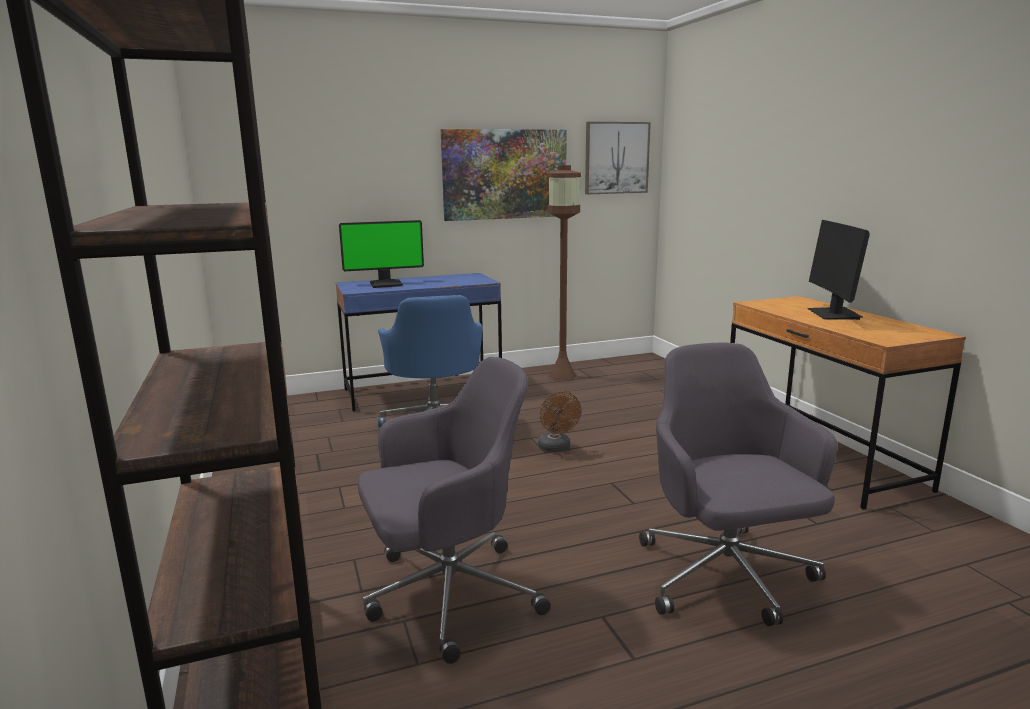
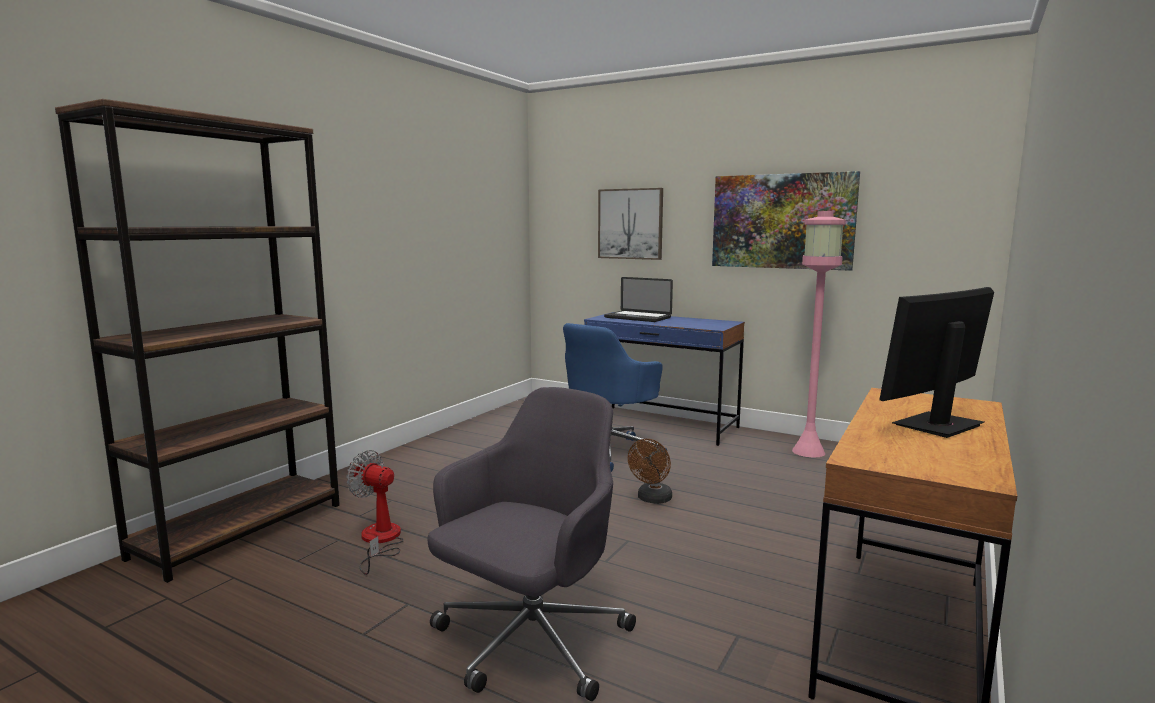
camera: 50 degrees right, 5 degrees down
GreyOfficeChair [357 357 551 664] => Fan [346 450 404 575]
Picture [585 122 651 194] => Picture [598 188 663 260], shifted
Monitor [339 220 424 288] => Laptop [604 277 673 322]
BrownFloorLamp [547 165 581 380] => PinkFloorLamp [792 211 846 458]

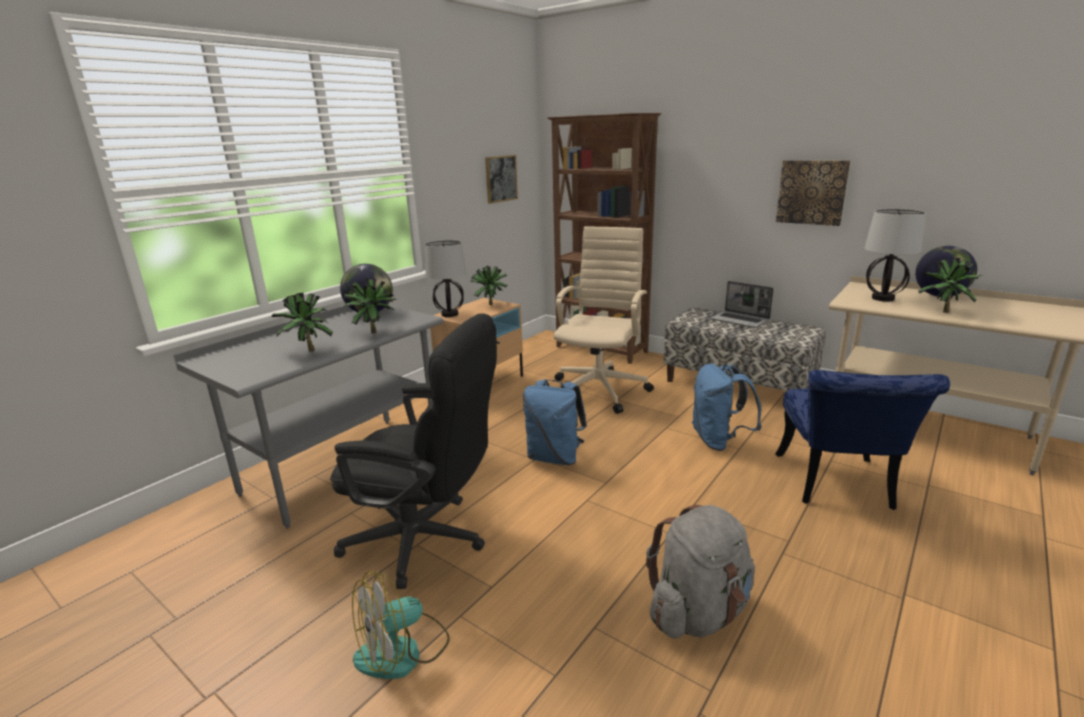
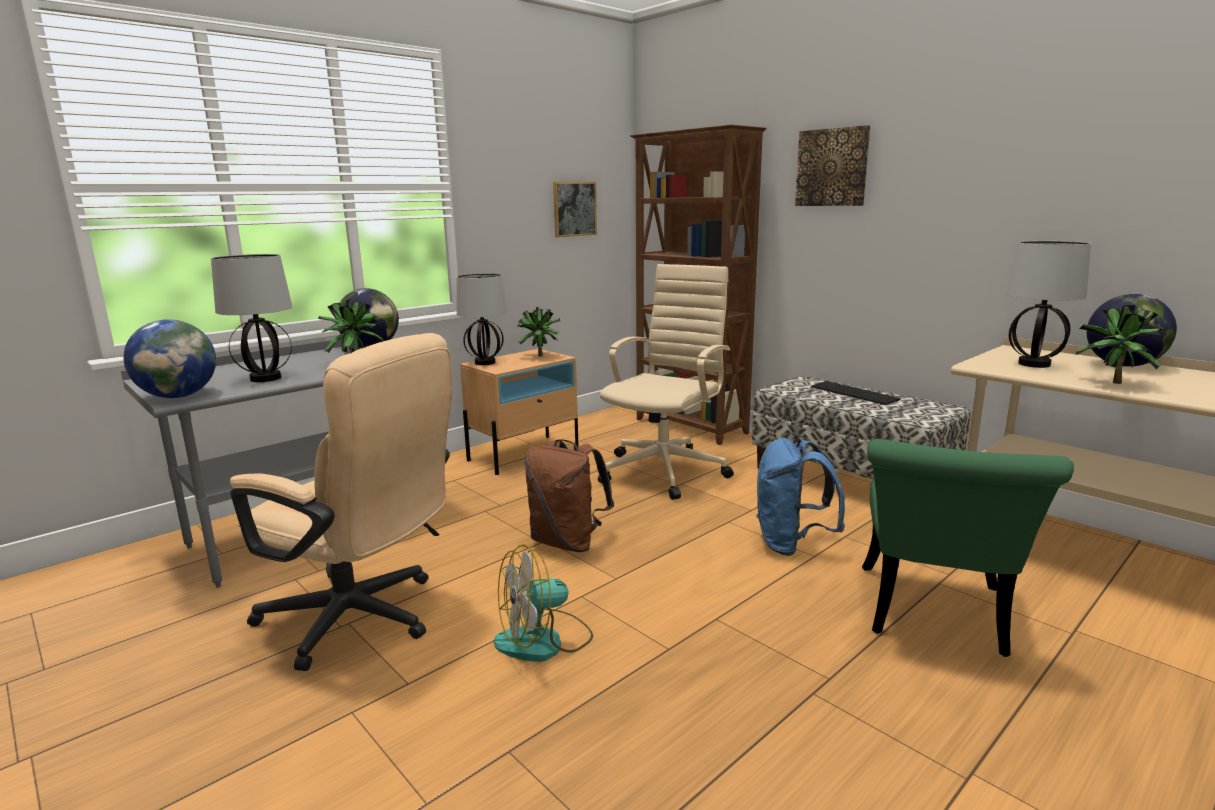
camera: 10 degrees right, 5 degrees down
nothing => Globe [123 319 216 398]
PottedPlant [271 293 333 352] => TableLamp [211 254 292 382]
BlackOfficeChair [330 313 497 589] => BeigeOfficeChair [230 333 453 671]
Fan [352 571 450 679] => Fan [494 544 593 662], shifted
BlueBackpack [523 379 587 465] => BrownBackpack [525 439 614 552]
Picture [776 160 850 226] => Picture [795 125 870 206], shifted
Laptop [710 281 774 328] => Keyboard [811 381 901 405]
BlueChair [776 370 950 510] => GreenChair [862 439 1074 657]
GreyBackpack [646 505 755 639] => nothing

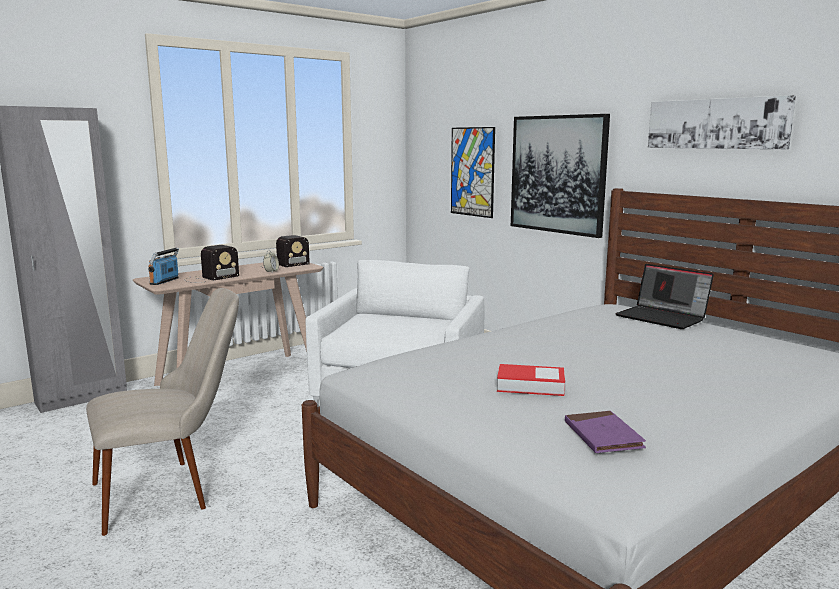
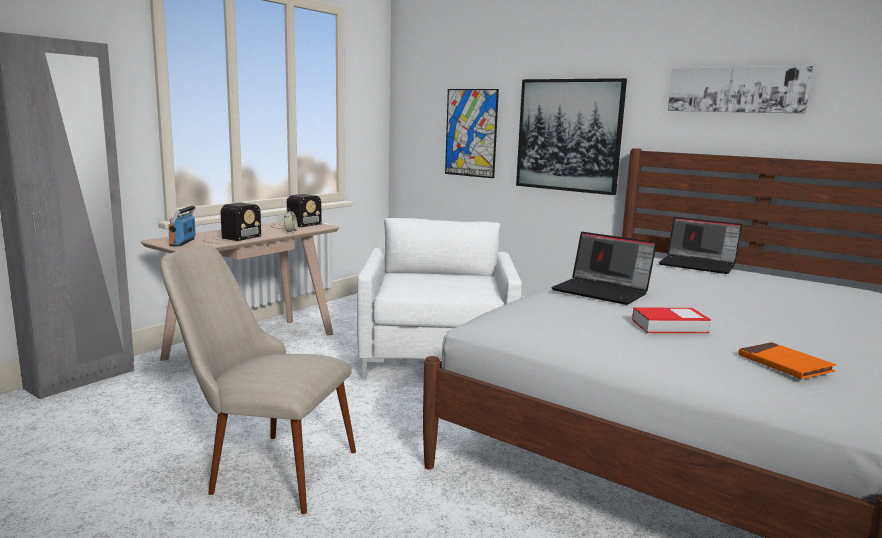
camera: 15 degrees left, 0 degrees up
BeigeChair [86 288 239 536] => BeigeChair [160 245 356 514], 120 degrees counterclockwise
nothing => Laptop [551 232 657 305]
PurpleBook [565 411 646 453] => OrangeBook [738 342 836 379]

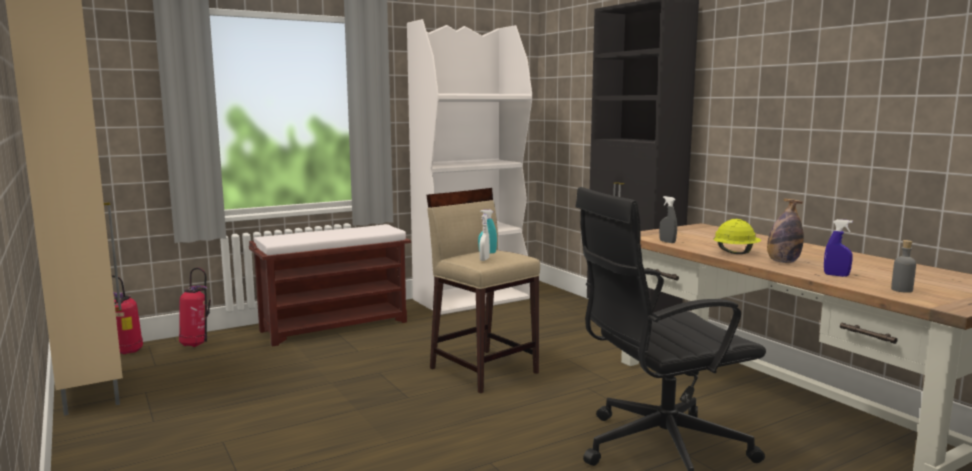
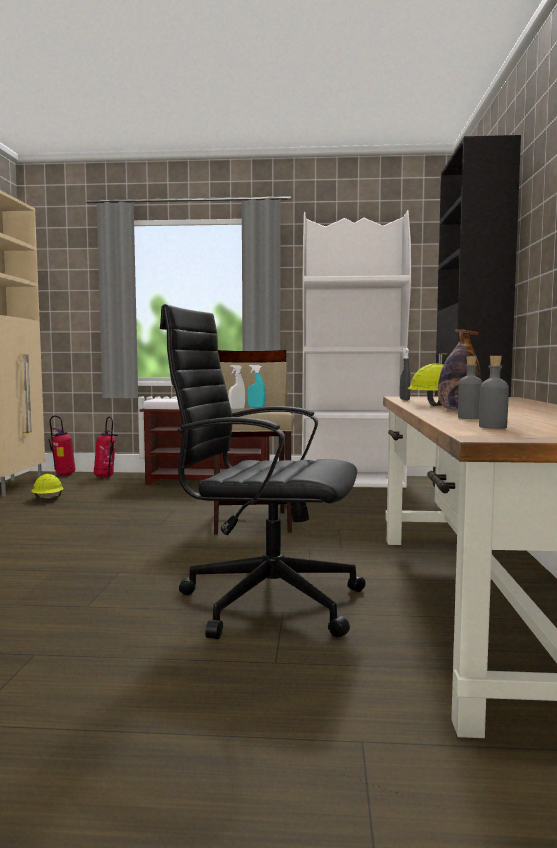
camera: 35 degrees right, 5 degrees down
nothing => YellowHardHat [31 474 64 499]
BlueSprayBottle [824 219 853 277] => GreyBottle [458 356 483 419]

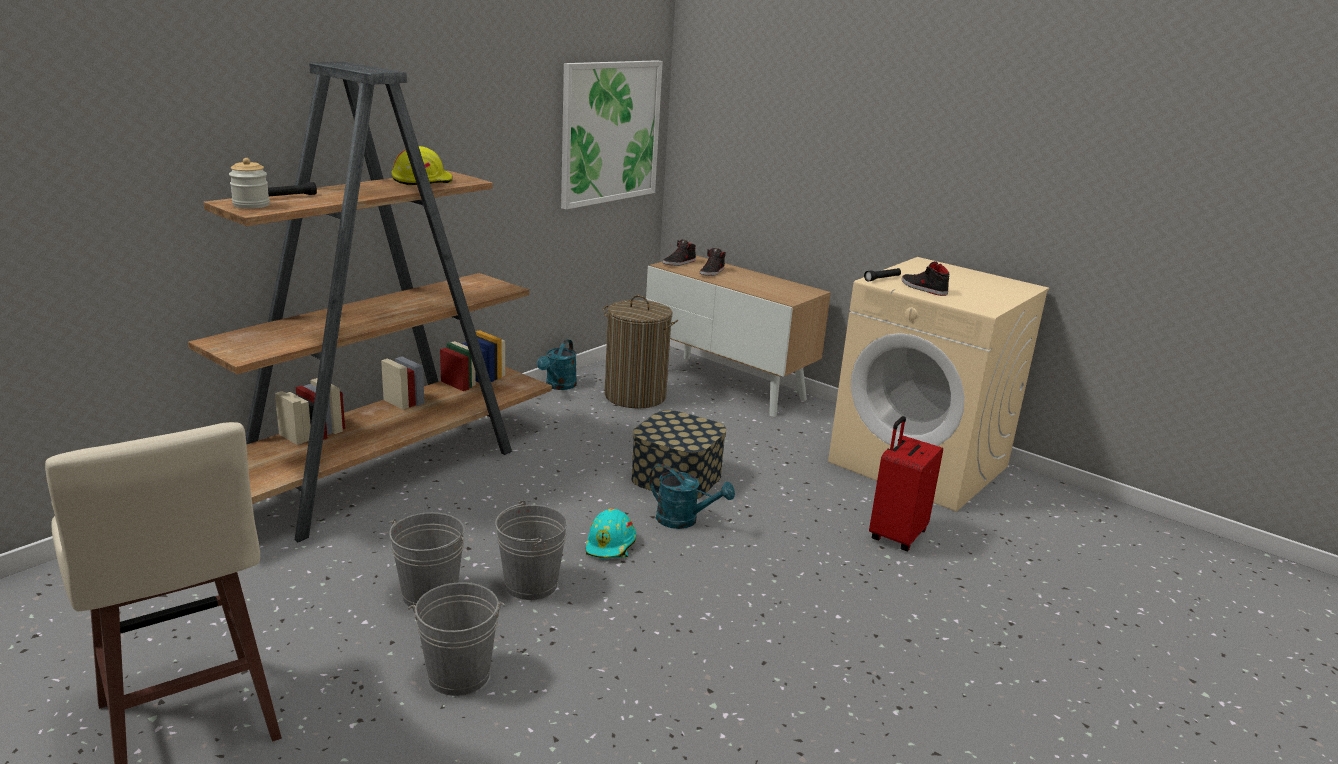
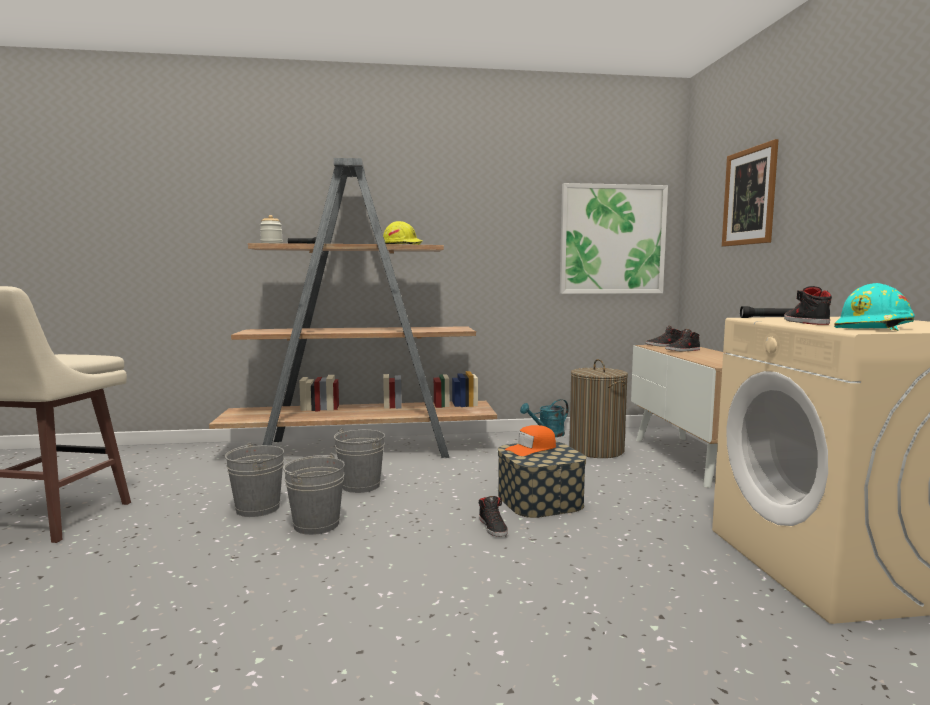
camera: 45 degrees right, 15 degrees down
GreyBucket [408 582 505 696] => GreyBucket [334 428 385 493], shifted
TurquoiseWateringCan [649 464 735 529] => BlackShoe [479 496 508 537]
nothing => OrangeCap [505 425 556 456]
nothing => Picture [722 139 778 247]
TurquoiseHardHat [586 508 636 559] => TurquoiseHardHat [834 283 915 331], shifted
RedSuitcase [869 416 943 551] => nothing

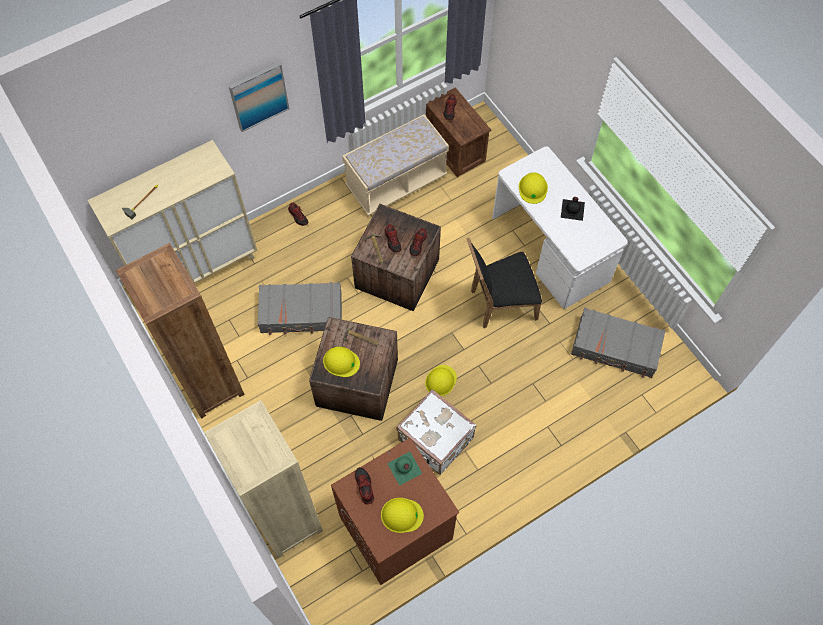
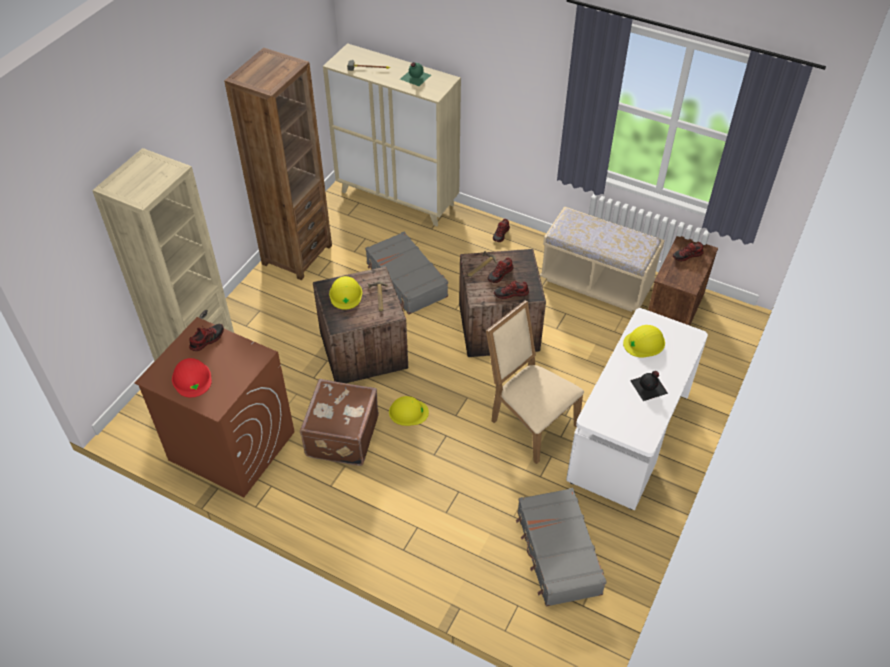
camera: 60 degrees right, 15 degrees down
YellowHardHat [381 498 424 533] => RedHardHat [172 358 212 397]
WhiteSuitcase [396 389 476 475] => BrownSuitcase [300 379 379 466]
GreenBottle [387 452 422 486] => GreenBottle [400 62 431 86], shifted
BlackChair [466 238 542 328] => BeigeChair [486 300 584 464]
Picture [229 62 289 132] => nothing

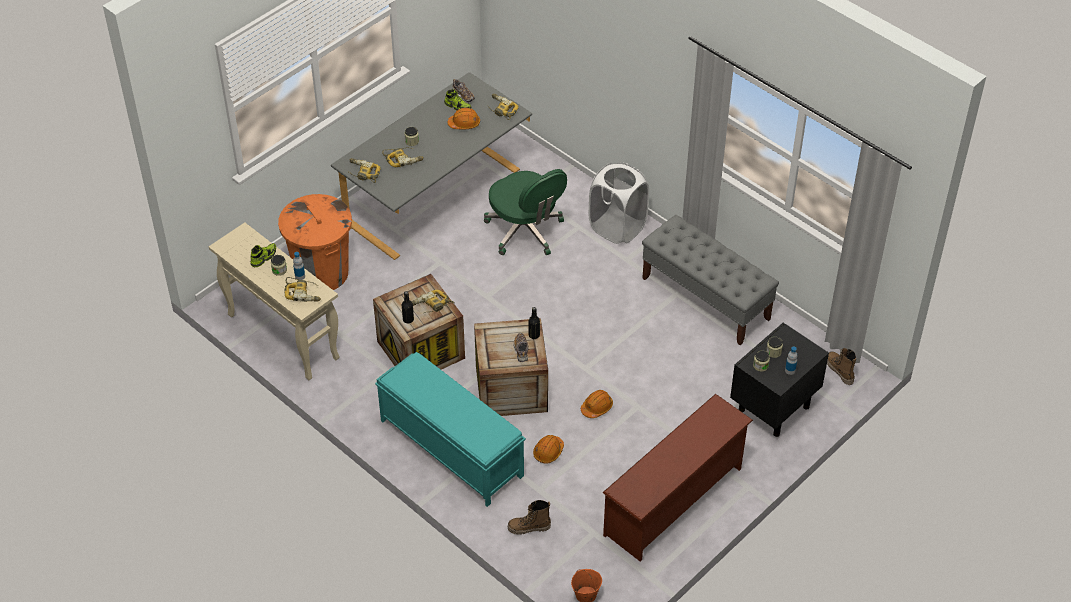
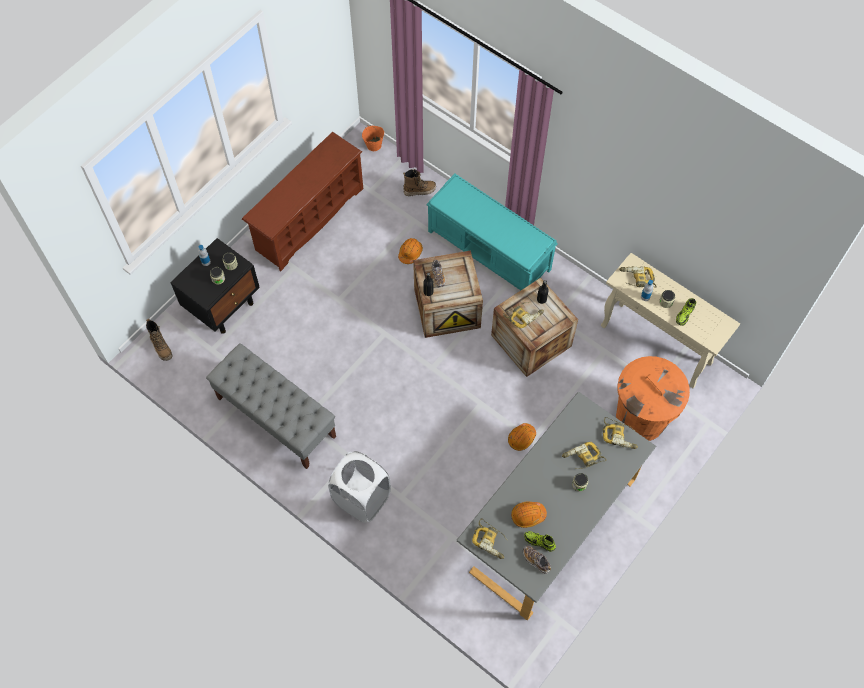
camera: 175 degrees right, 15 degrees up
OrangeHardHat [581 390 613 418] => OrangeHardHat [508 423 536 451], shifted
GreenOfficeChair [484 169 567 255] => nothing

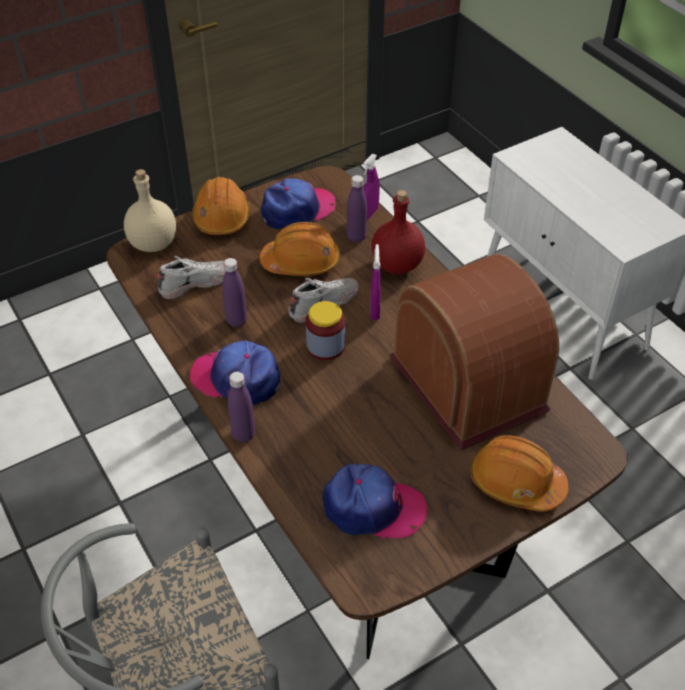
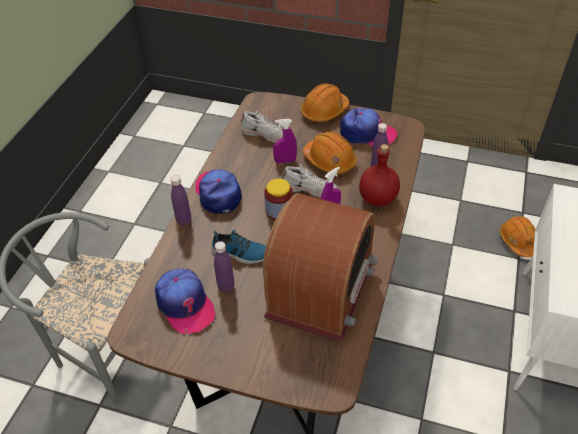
camera: 50 degrees right, 0 degrees up
nothing => Shoe [211 230 266 264]
PurpleBottle [222 258 247 327] => PurpleBottle [214 241 235 292], shifted
PurpleSprayBottle [363 154 380 220] => PurpleSprayBottle [273 119 297 164], shifted
OrangeHardHat [470 435 569 511] => OrangeHardHat [500 216 536 257], shifted
BeigeBottle [124 169 176 252] => nothing

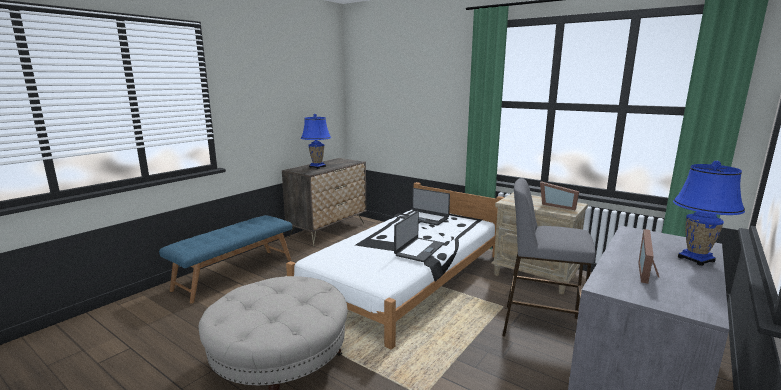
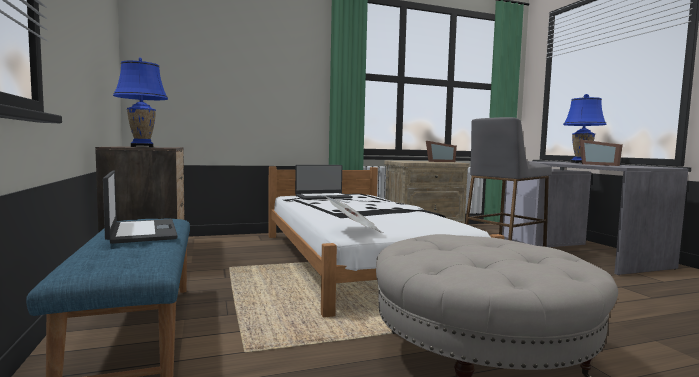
camera: 55 degrees left, 10 degrees down
Laptop [394 211 444 262] => Laptop [103 171 178 244], shifted
nothing => Newspaper [325 196 383 233]

